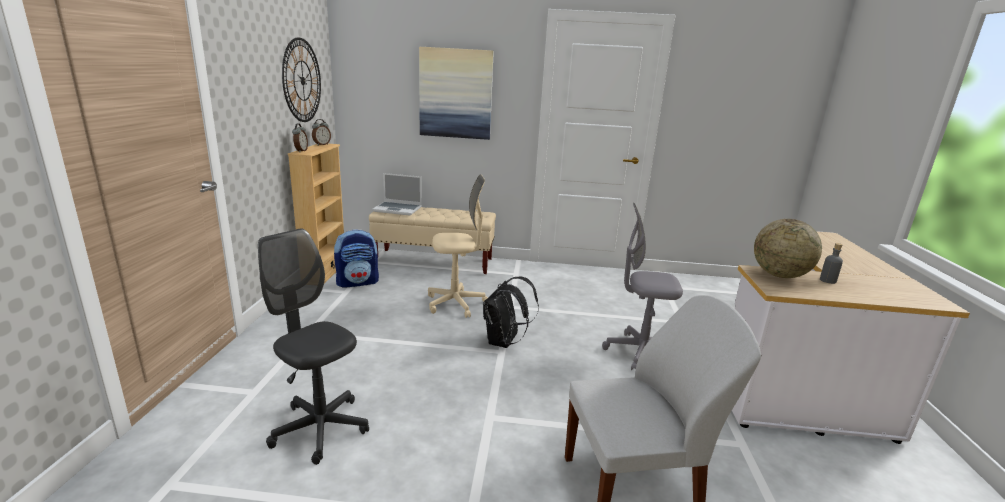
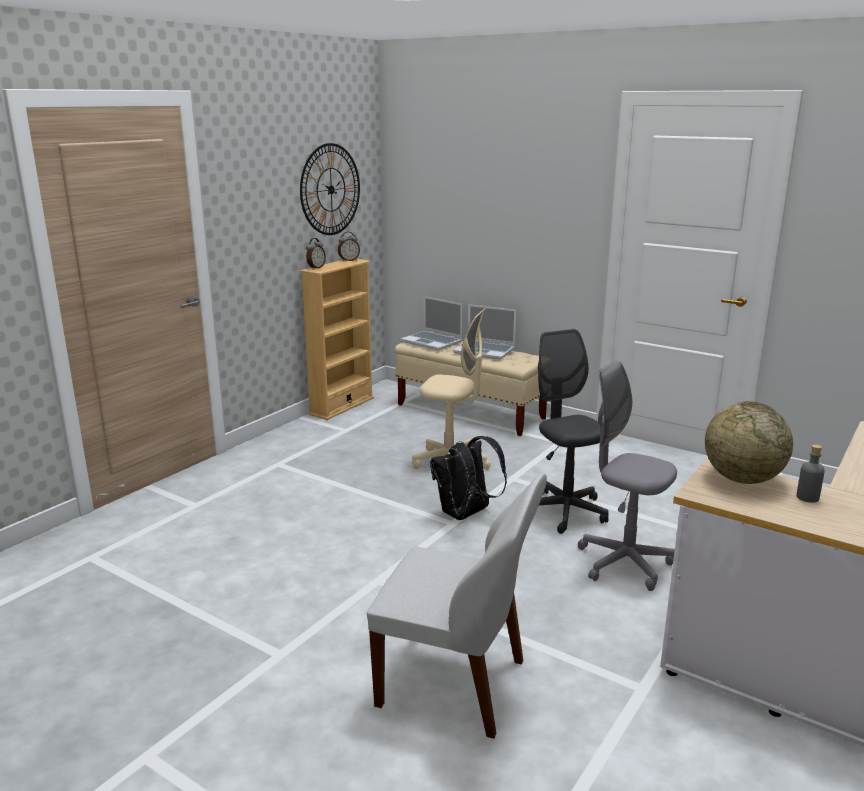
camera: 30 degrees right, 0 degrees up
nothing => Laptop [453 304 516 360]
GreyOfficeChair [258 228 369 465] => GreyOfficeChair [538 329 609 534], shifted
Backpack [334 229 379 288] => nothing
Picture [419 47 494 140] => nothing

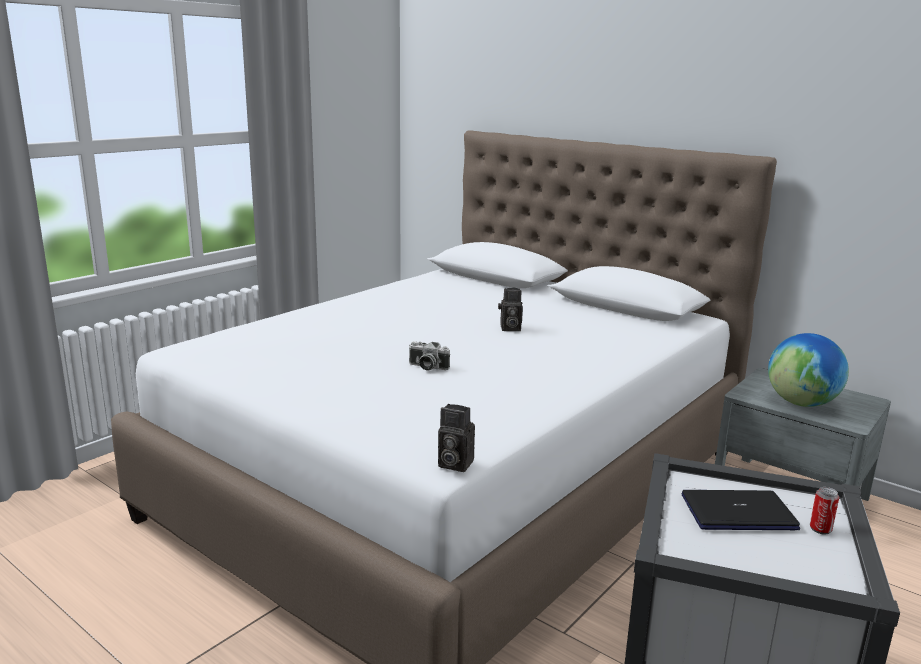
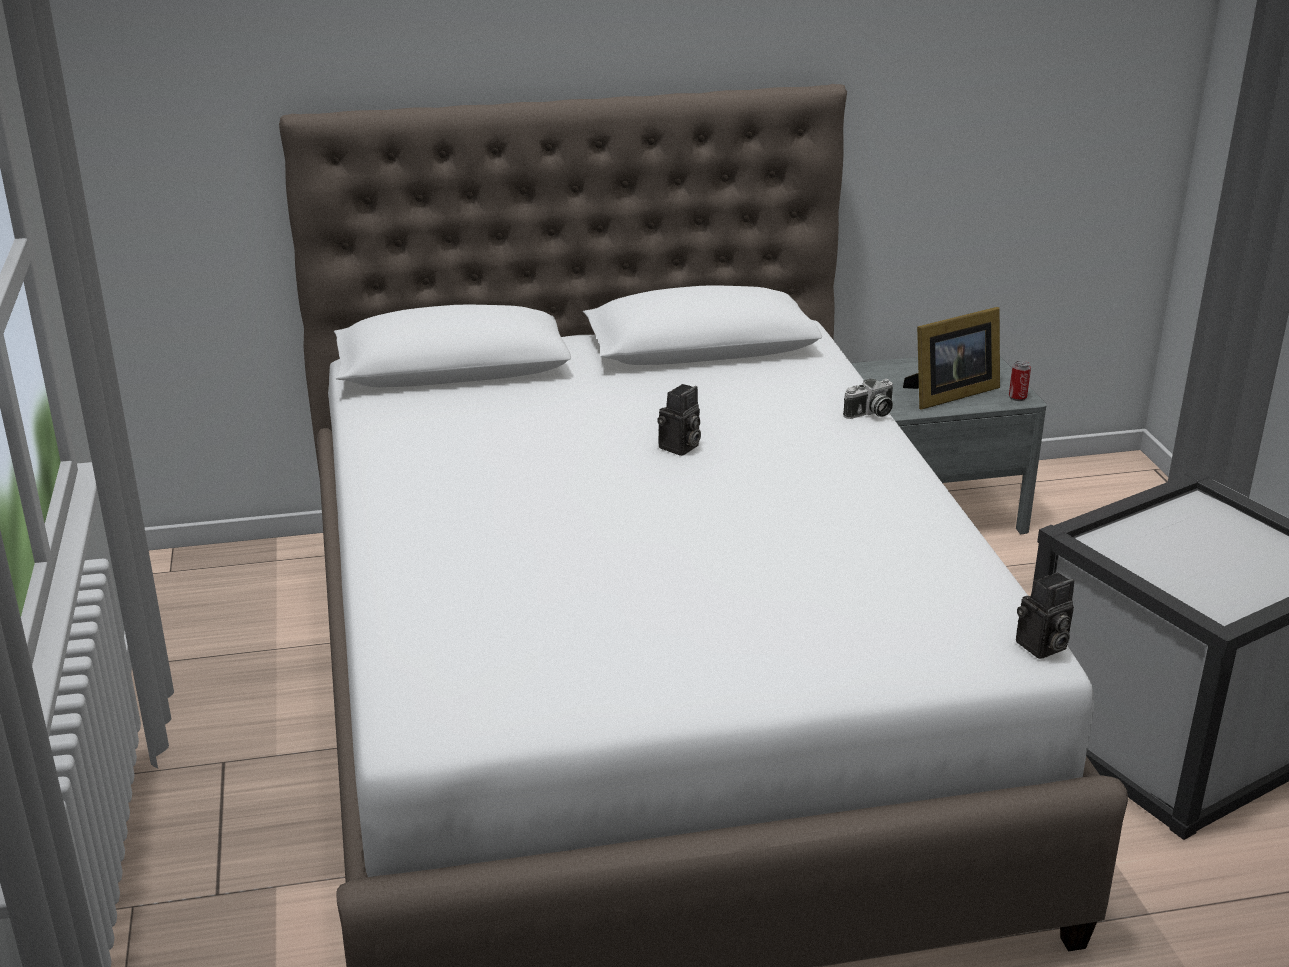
camera: 50 degrees left, 10 degrees up
PhotoCamera [409 341 450 371] => PhotoCamera [843 378 893 419], shifted
Globe [768 333 849 407] => PictureFrame [903 307 1000 410]
Can [810 487 839 534] => Can [1009 361 1031 401], shifted
Laptop [681 490 800 530] => nothing

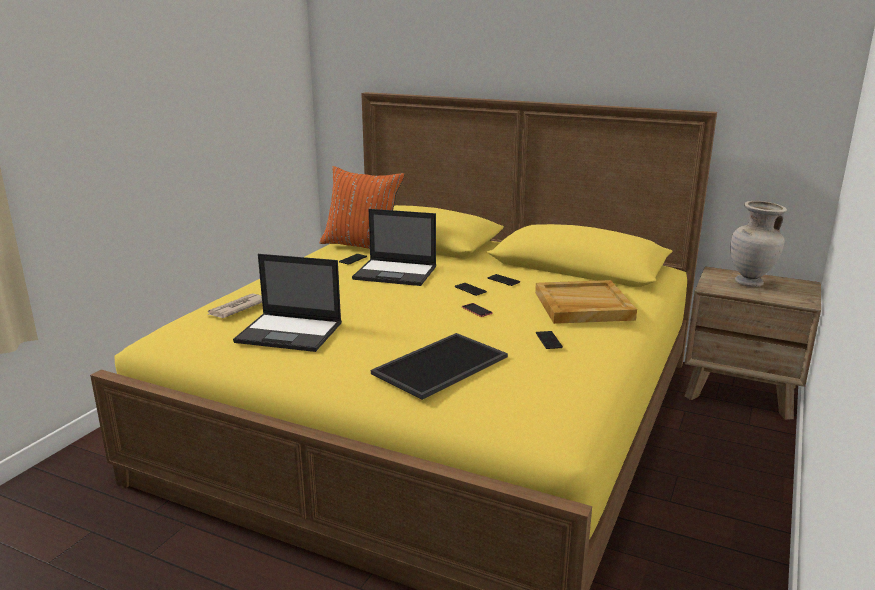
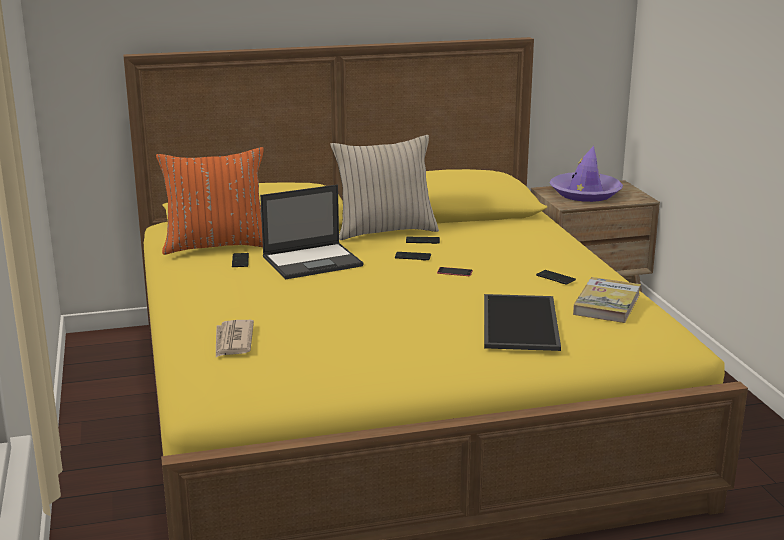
camera: 40 degrees left, 0 degrees up
nothing => BeigePillow [330 135 439 240]
BeigeVase [730 201 787 287] => PurpleHat [550 146 623 202]
nothing => Book [573 277 641 323]
Laptop [233 254 342 352] => nothing
BeigeTray [535 280 637 324] => nothing

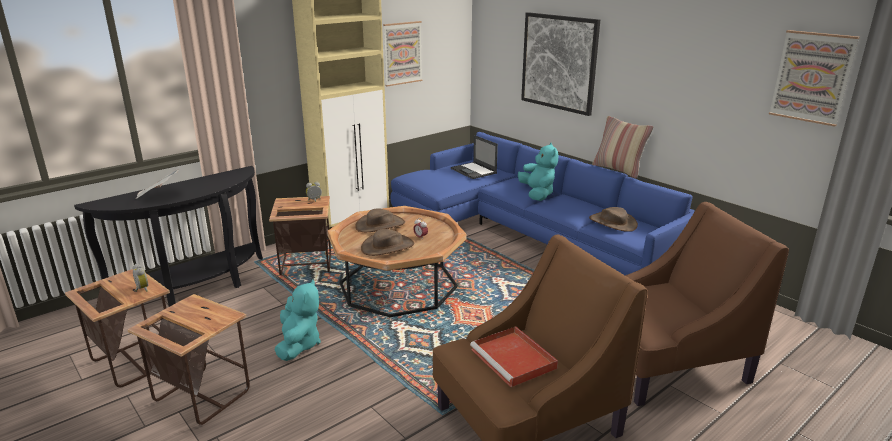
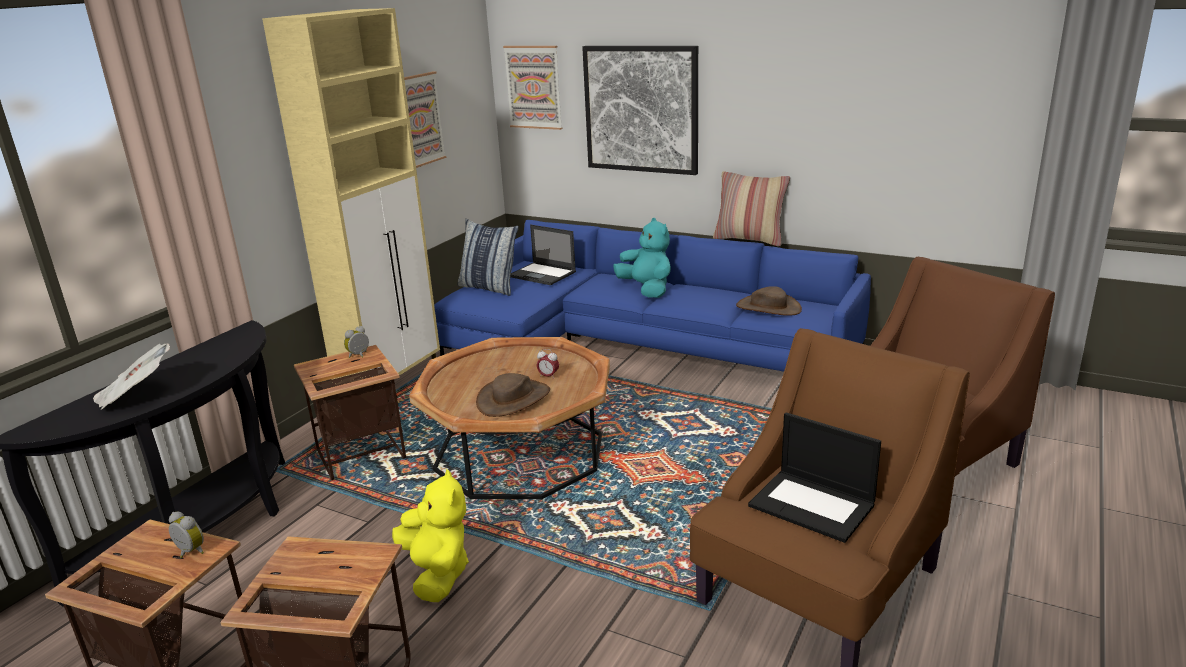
camera: 20 degrees left, 0 degrees up
TurquoisePlushToy [275 279 321 361] => YellowPlushToy [392 469 469 602]
nothing => Pillow [457 219 519 296]
Picture [769 30 859 127] => Picture [503 46 562 130], shifted
RedTray [470 326 558 387] => Laptop [748 413 881 543]
BrownHat [355 209 405 232] => nothing

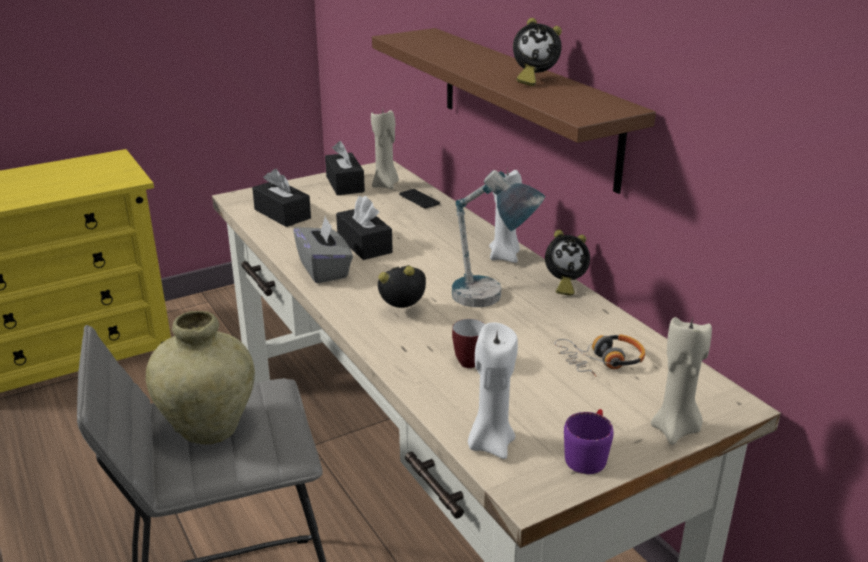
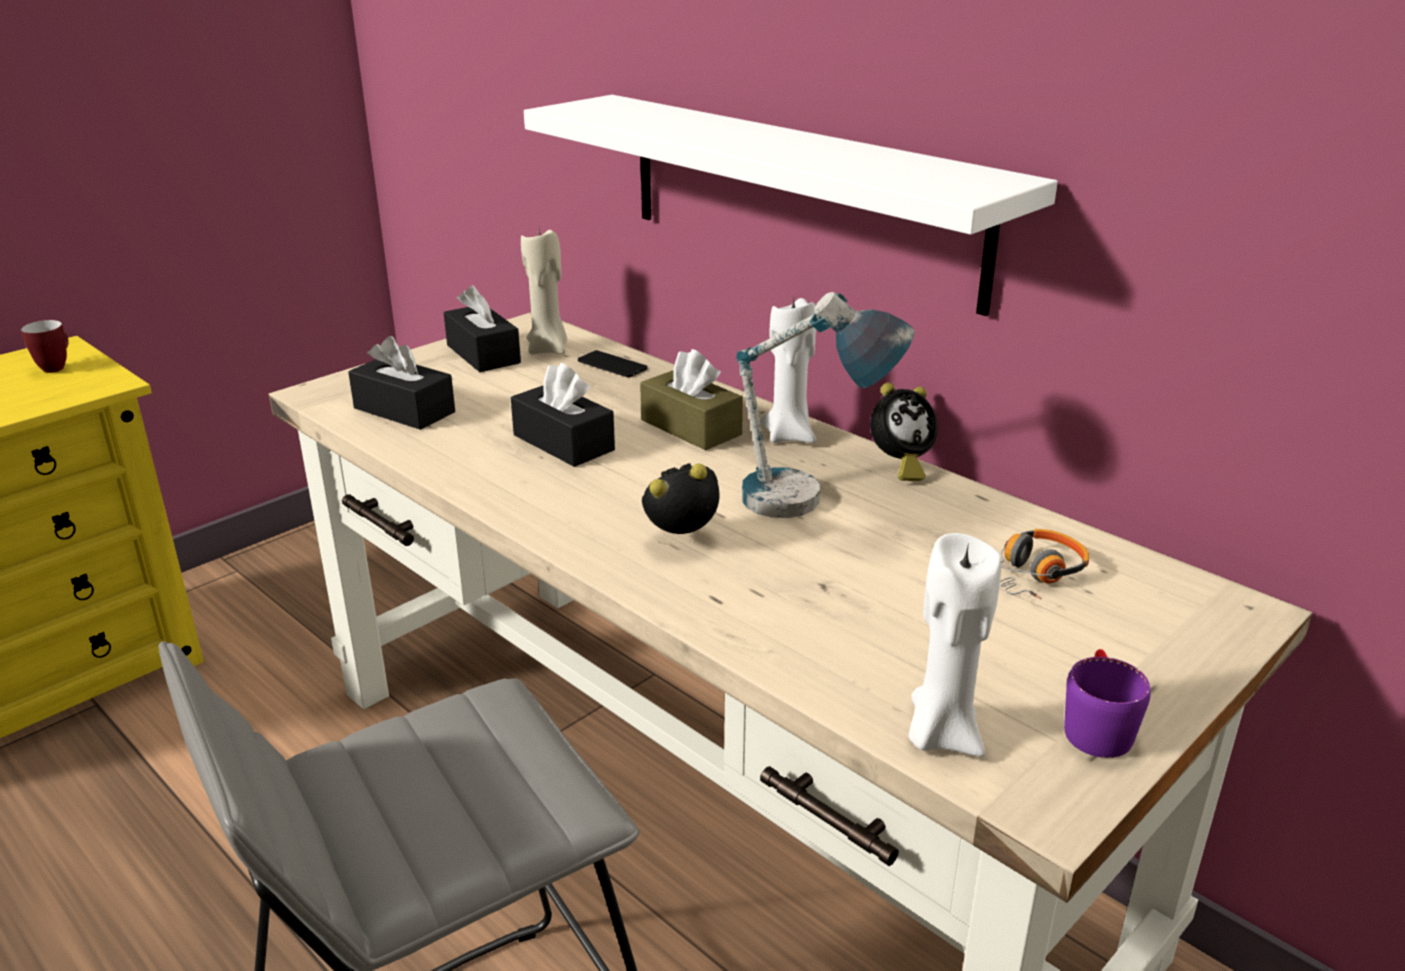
camera: 15 degrees left, 0 degrees up
Mug [452 319 485 368] => Mug [21 320 69 373], shifted
BrownShelf [372 28 656 194] => WhiteShelf [524 95 1058 316]
nothing => BrownTissueBox [640 349 743 450]
BeigeVase [146 311 255 444] => nothing
GreyTissueBox [293 216 353 283] => nothing
AlarmClock [513 18 562 86] => nothing
BeigeCandle [651 317 712 445] => nothing

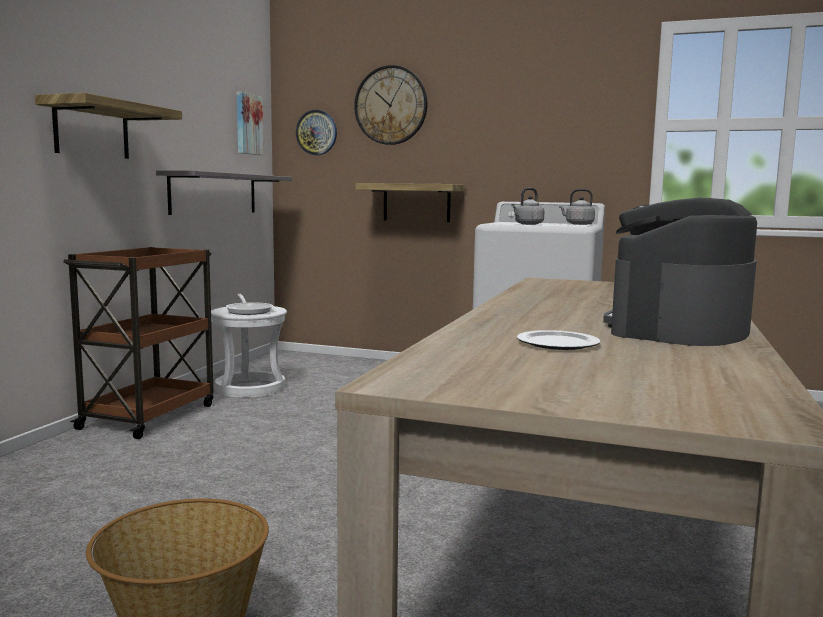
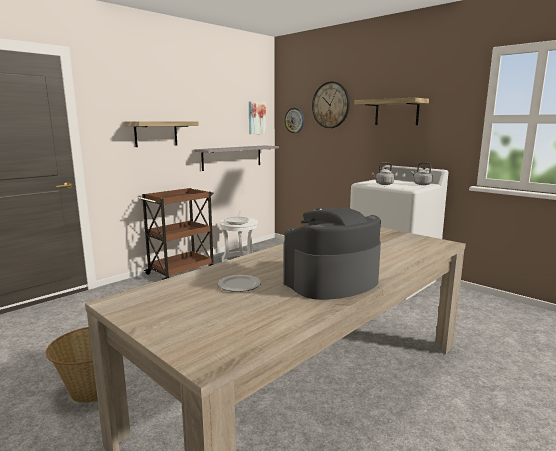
camera: 25 degrees right, 5 degrees up
Shelf [356 183 464 222] => Shelf [354 98 429 125], shifted

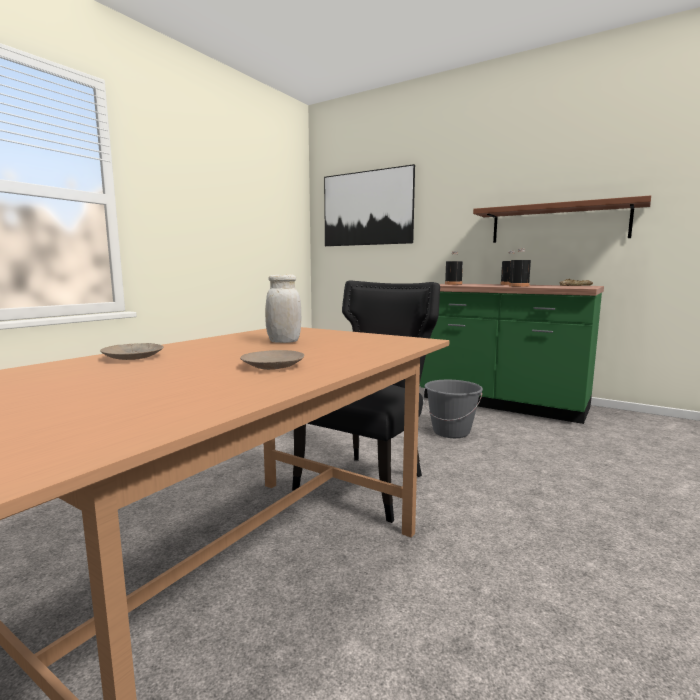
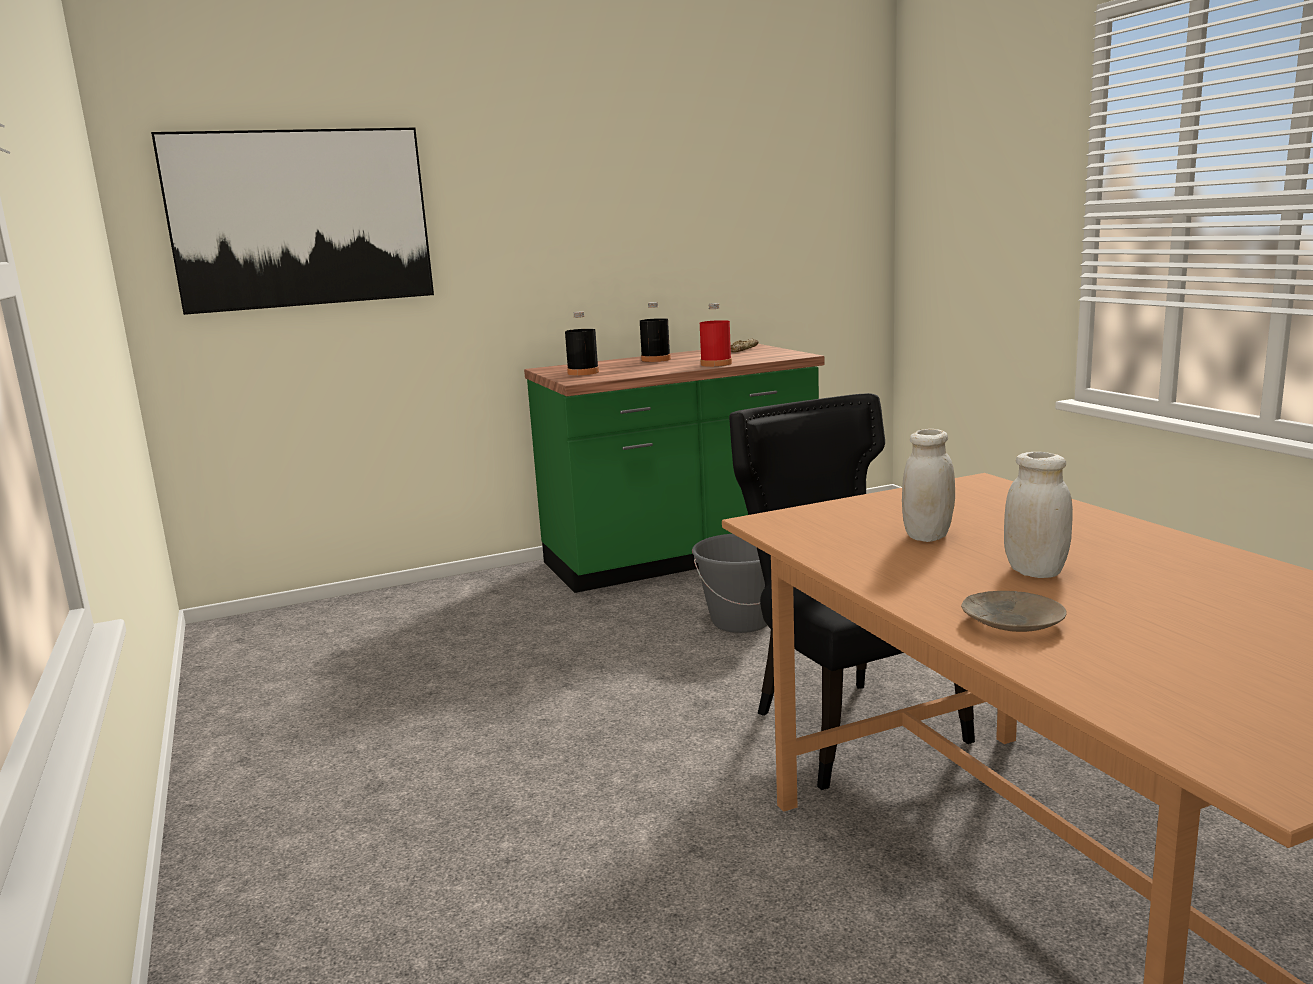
camera: 55 degrees left, 5 degrees up
BlackBottle [509 249 531 287] => RedBottle [700 303 732 367]
nothing => WhiteJar [1004 452 1073 578]
BeigePlate [240 350 305 370] => nothing
BrownShelf [473 195 651 243] => nothing

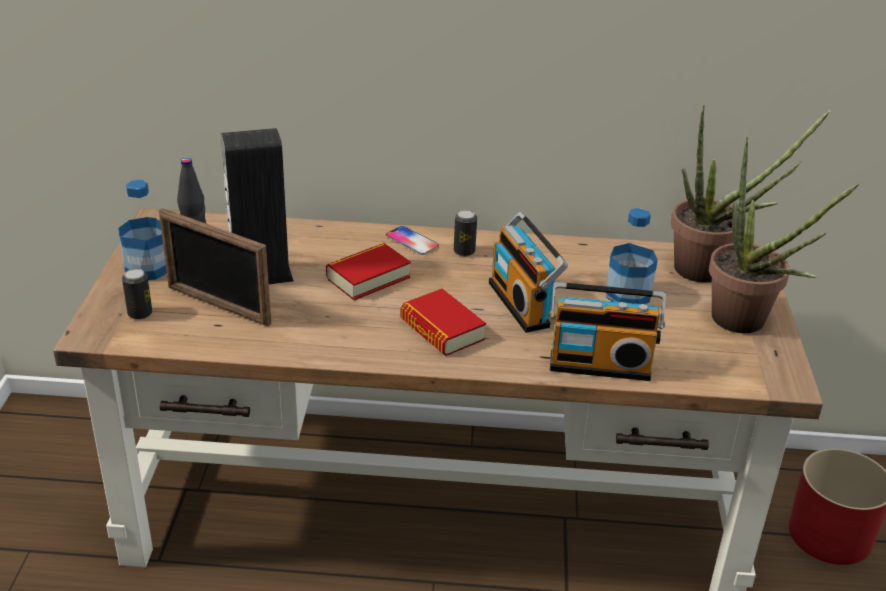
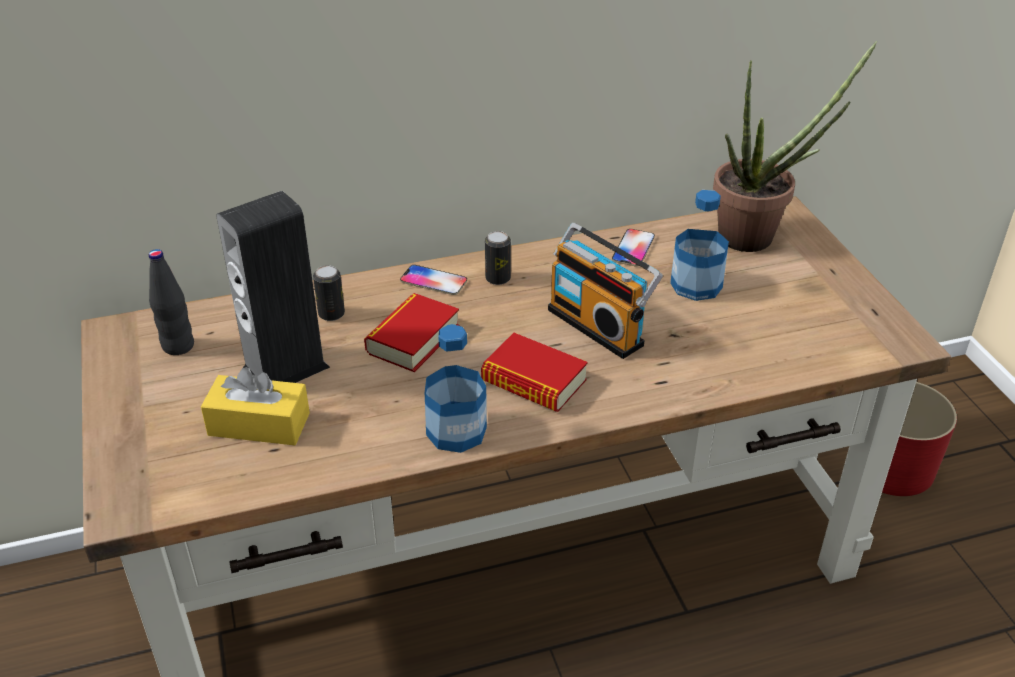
camera: 20 degrees left, 5 degrees up
PictureFrame [159 208 271 327] => YellowTissueBox [201 367 310 445]
Can [122 268 152 320] => Can [313 265 345 321], shifted
Bottle [118 180 167 280] => Bottle [425 324 487 453], shifted
nothing => Phone [612 229 655 267]
Radio [549 282 666 381] => nothing
PottedPlant [709 137 859 333] => nothing

